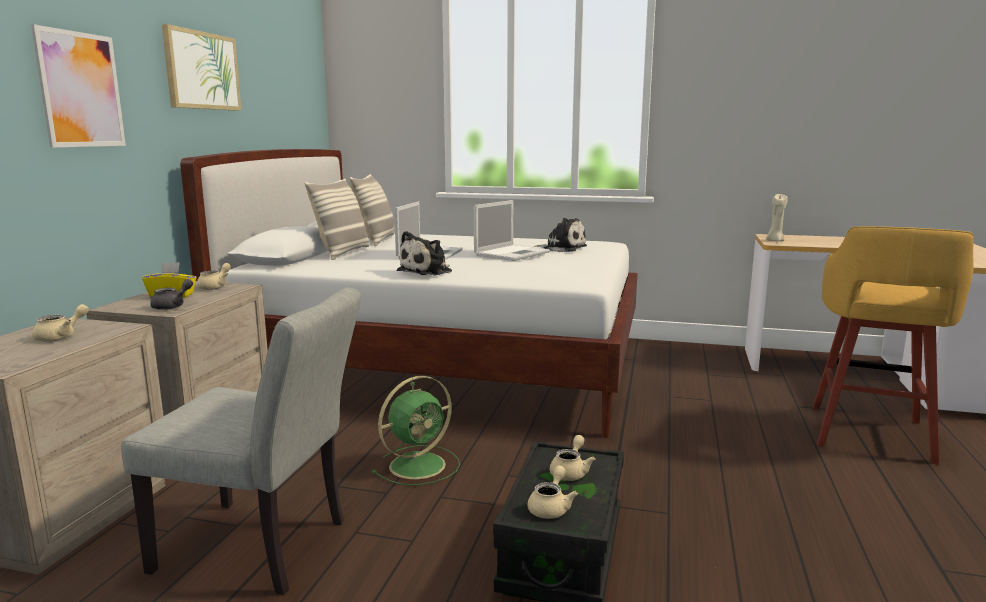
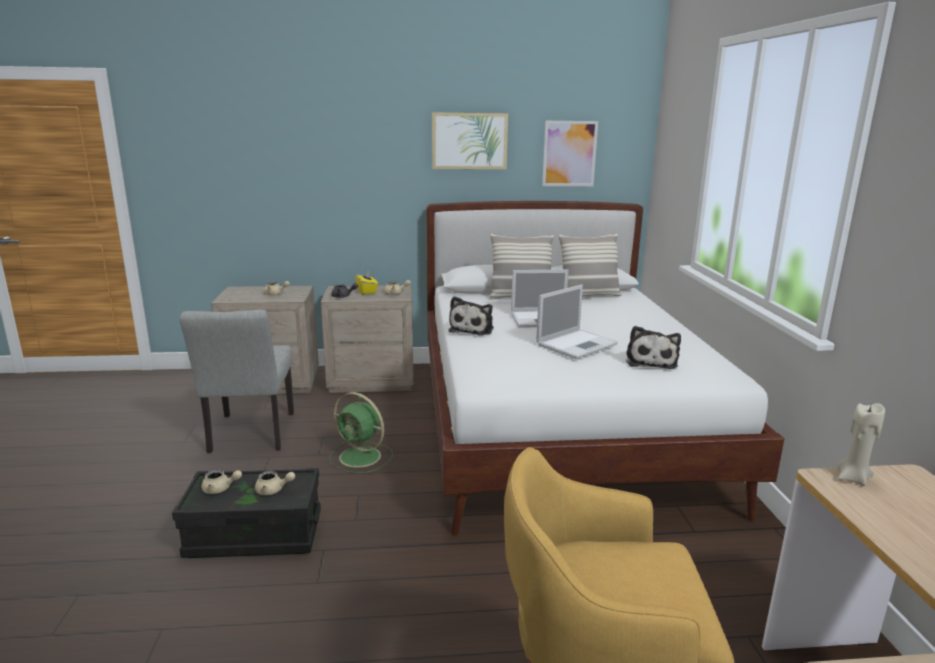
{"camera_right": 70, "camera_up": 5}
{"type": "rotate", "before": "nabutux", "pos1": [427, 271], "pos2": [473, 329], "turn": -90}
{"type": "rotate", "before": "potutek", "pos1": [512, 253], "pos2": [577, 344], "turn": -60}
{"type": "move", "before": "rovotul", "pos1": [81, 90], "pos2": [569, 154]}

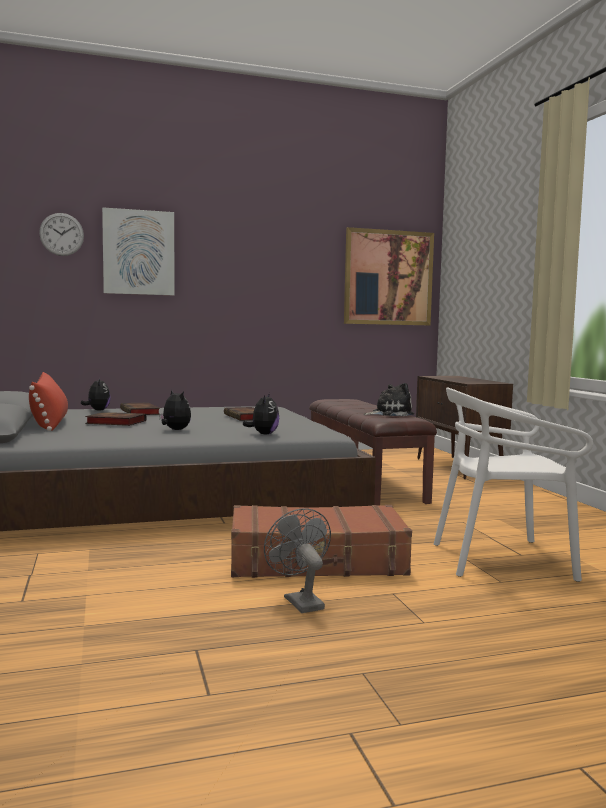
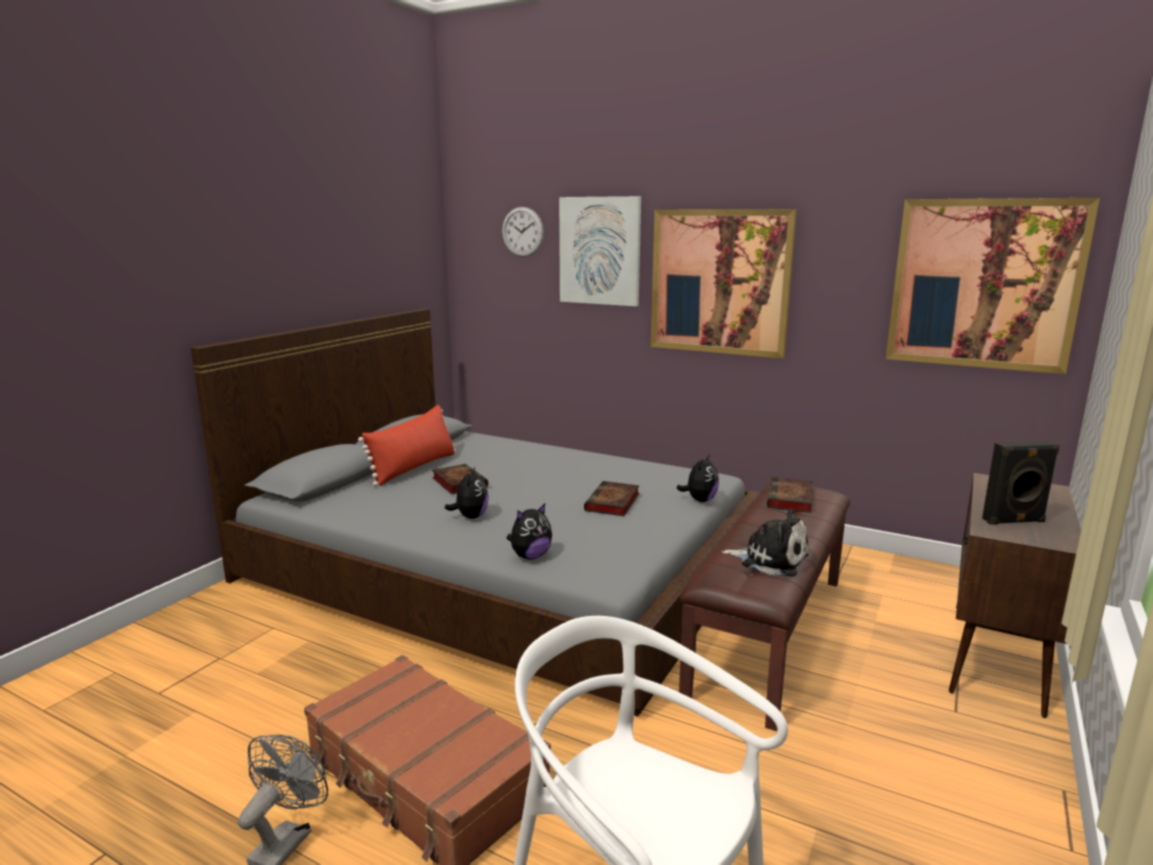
{"camera_right": 45, "camera_up": 10}
{"type": "insert", "after": "rovotul", "pos2": [719, 282]}
{"type": "move", "before": "nabutux", "pos1": [97, 410], "pos2": [700, 500]}
{"type": "move", "before": "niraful", "pos1": [140, 412], "pos2": [790, 499]}
{"type": "insert", "after": "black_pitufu", "pos2": [1014, 521]}

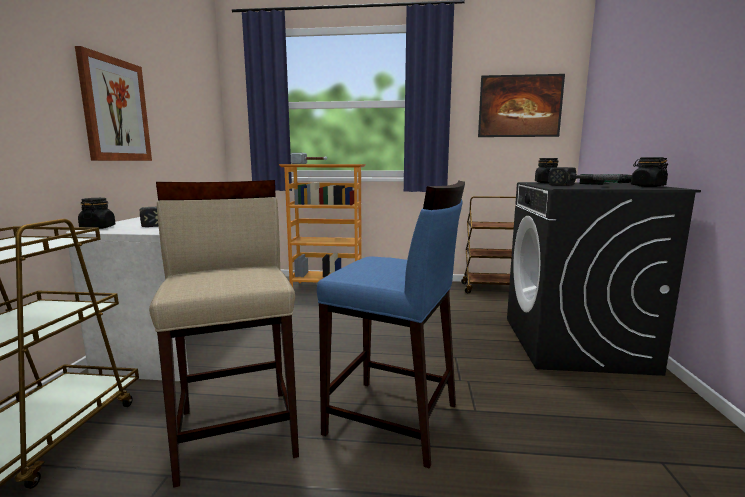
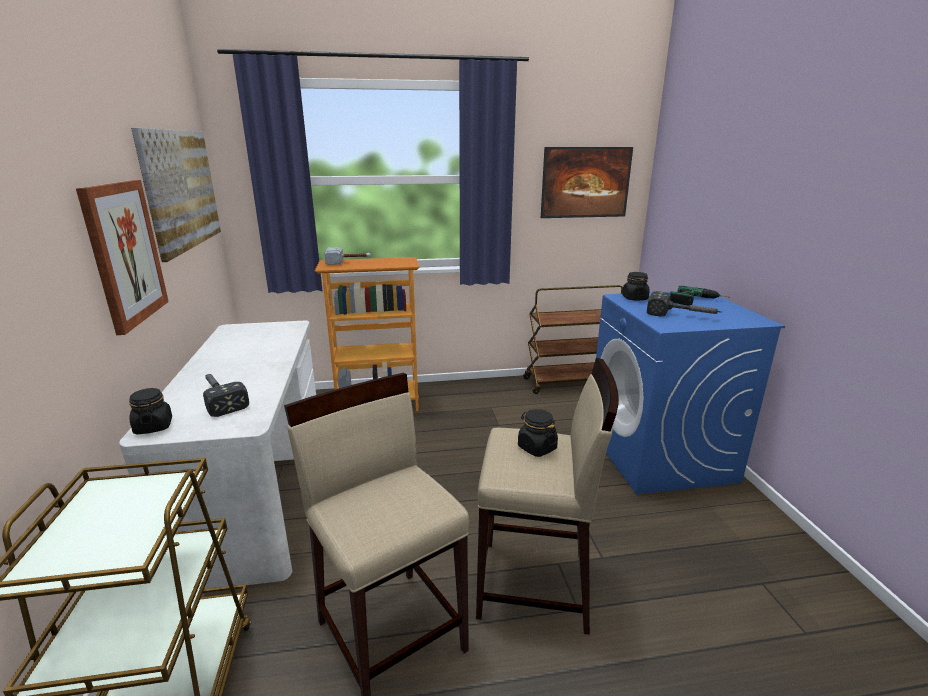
{"camera_right": -15, "camera_up": 10}
{"type": "insert", "after": "rovotul", "pos2": [182, 189]}
{"type": "recolor", "before": "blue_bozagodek", "after": "beige_bozagodek", "pos1": [393, 420], "pos2": [534, 585]}
{"type": "move", "before": "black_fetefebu", "pos1": [647, 186], "pos2": [536, 447]}
{"type": "recolor", "before": "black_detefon", "after": "blue_detefon", "pos1": [575, 344], "pos2": [659, 455]}

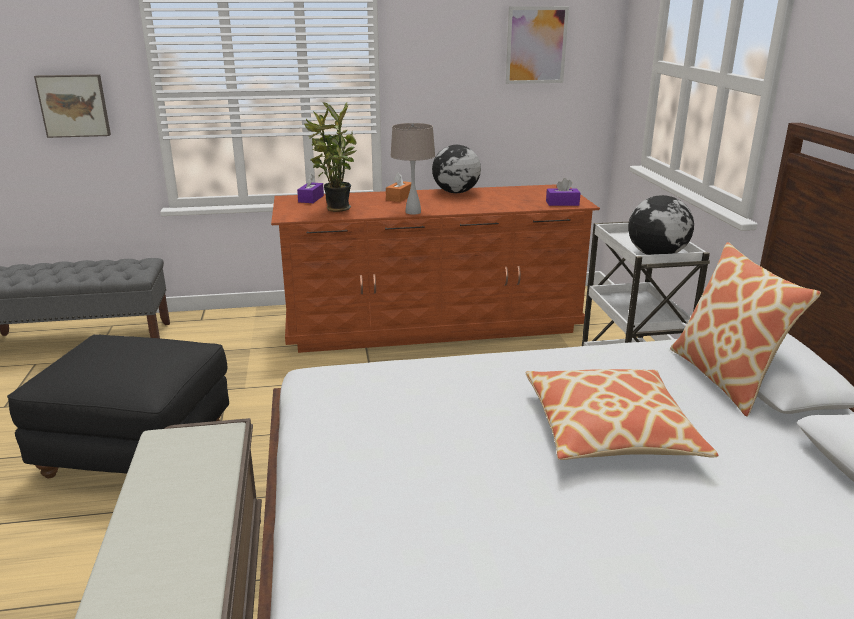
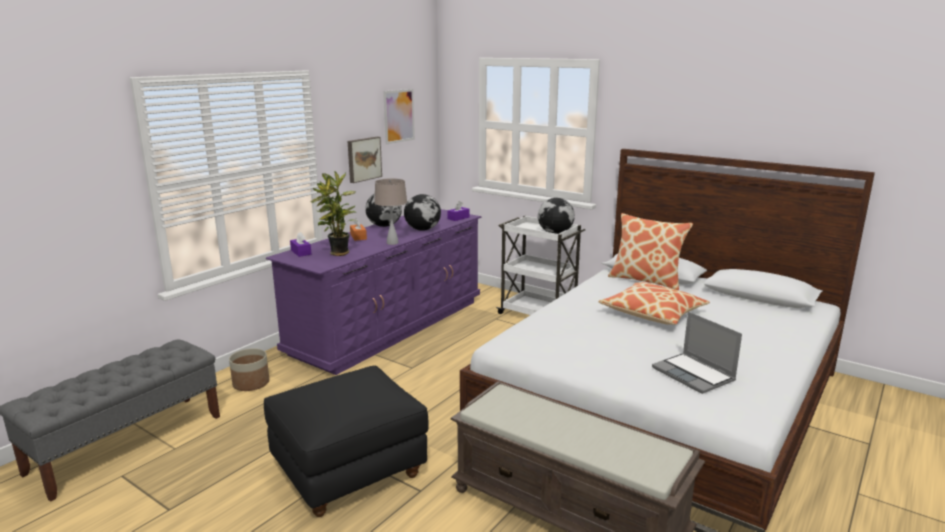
{"camera_right": -45, "camera_up": -5}
{"type": "insert", "after": "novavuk", "pos2": [251, 383]}
{"type": "recolor", "before": "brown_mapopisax", "after": "purple_mapopisax", "pos1": [432, 324], "pos2": [389, 326]}
{"type": "move", "before": "rovotul", "pos1": [74, 105], "pos2": [363, 159]}
{"type": "insert", "after": "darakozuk", "pos2": [423, 229]}
{"type": "insert", "after": "potutek", "pos2": [694, 375]}

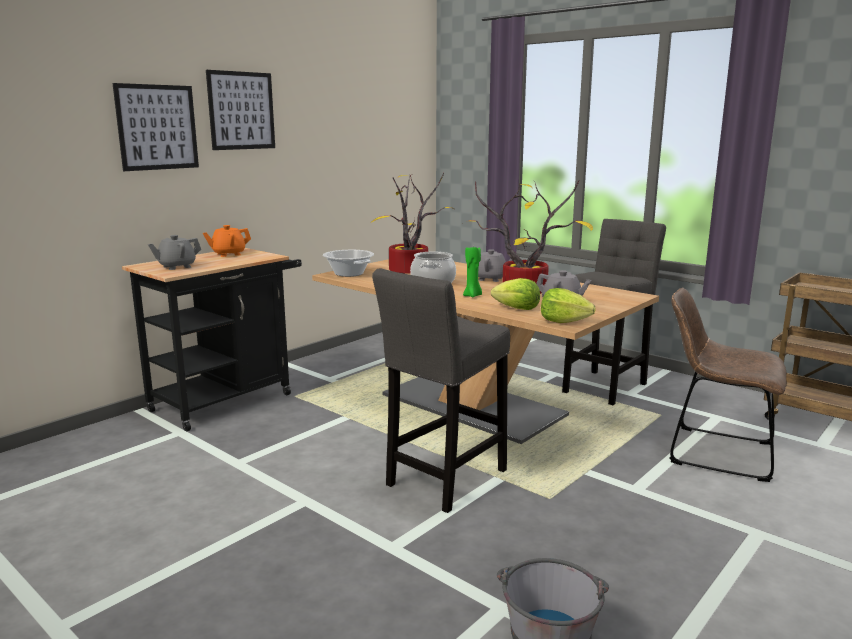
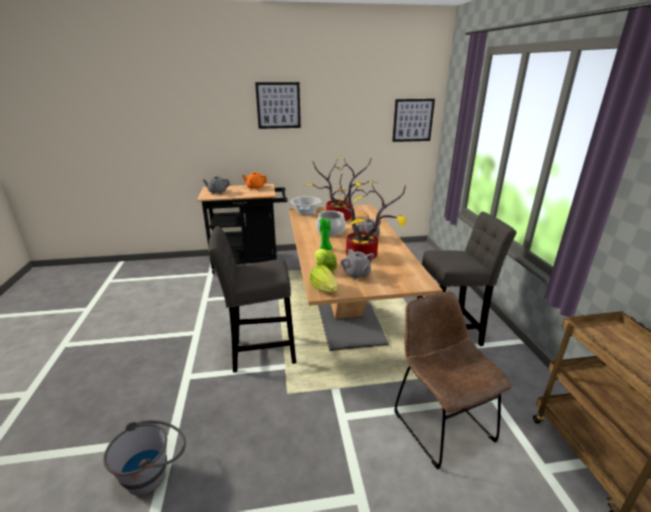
{"camera_right": 40, "camera_up": 10}
{"type": "move", "before": "rovotul", "pos1": [157, 127], "pos2": [413, 120]}

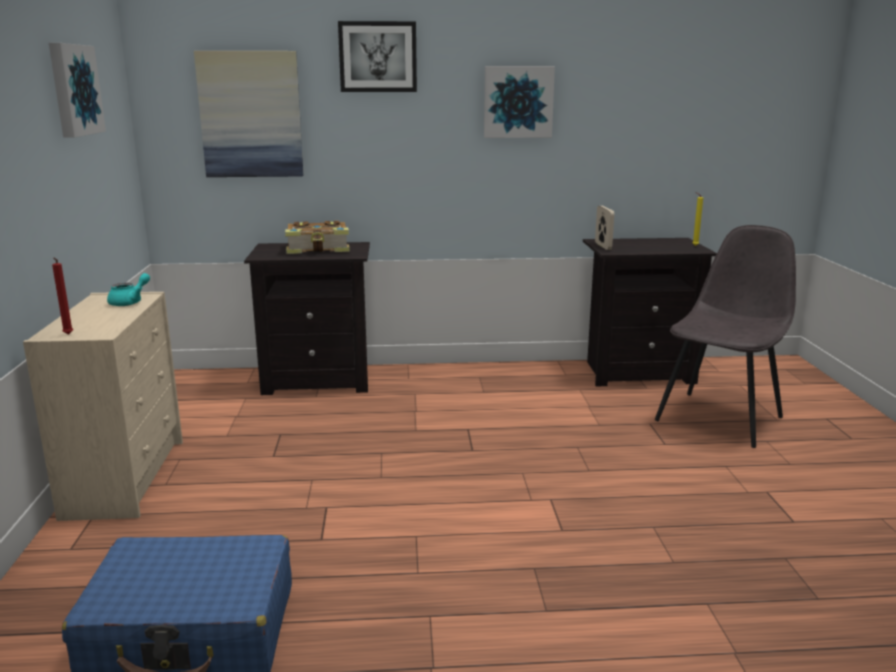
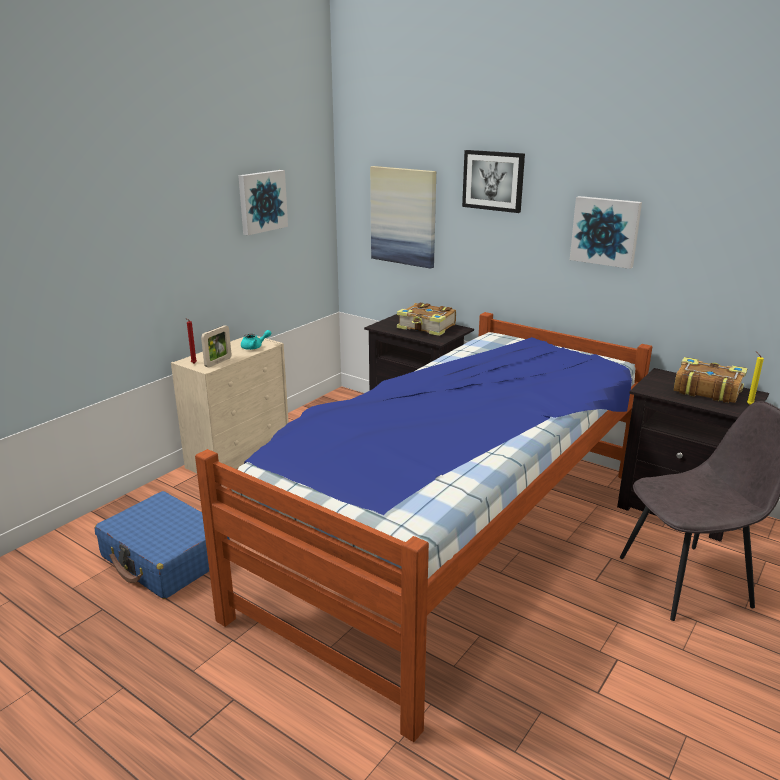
{"camera_right": 40, "camera_up": 5}
{"type": "insert", "after": "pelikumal", "pos2": [453, 537]}
{"type": "move", "before": "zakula", "pos1": [603, 246], "pos2": [218, 362]}
{"type": "insert", "after": "niraful", "pos2": [706, 390]}

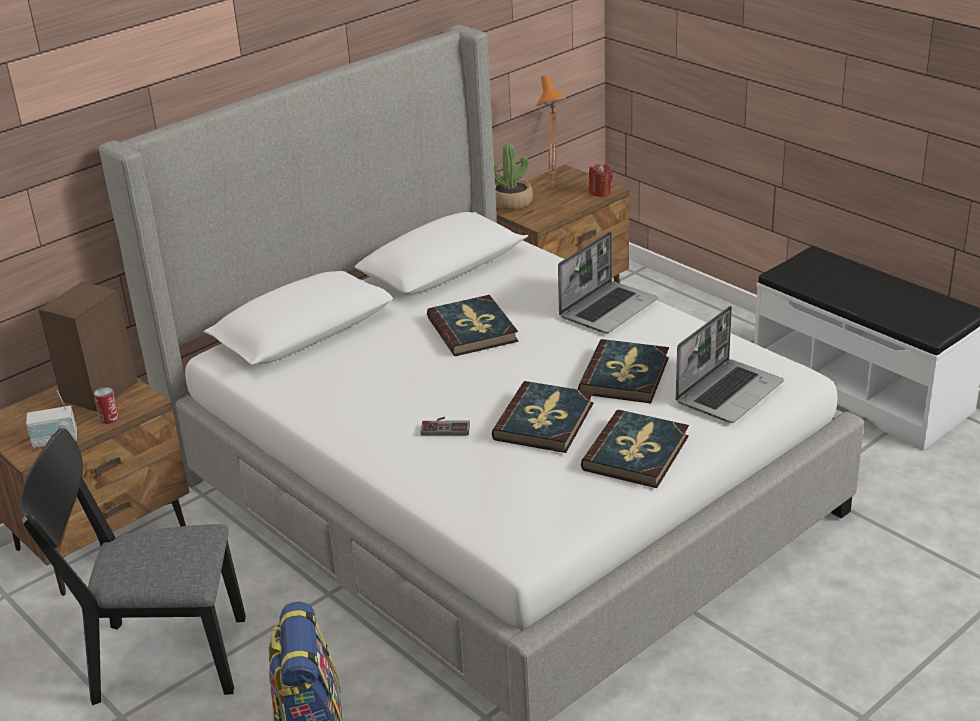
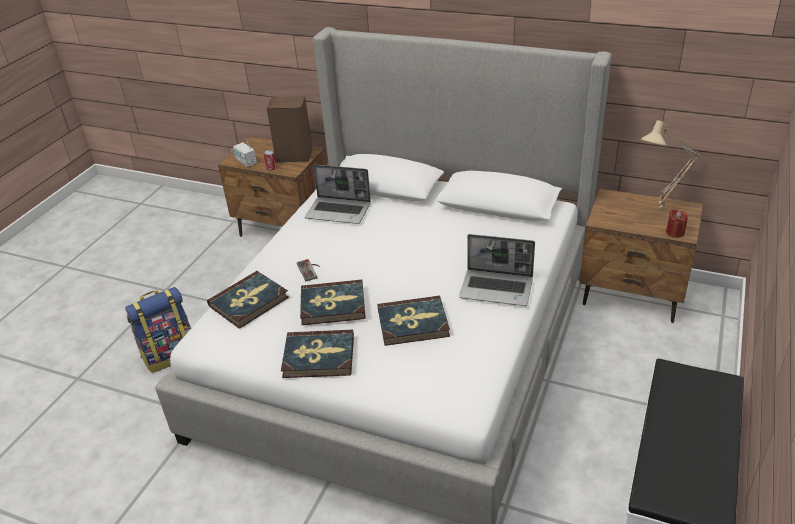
{"camera_right": 65, "camera_up": 5}
{"type": "move", "before": "niraful", "pos1": [473, 329], "pos2": [249, 302]}
{"type": "move", "before": "potutek", "pos1": [729, 392], "pos2": [339, 211]}
{"type": "recolor", "before": "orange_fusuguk", "after": "beige_fusuguk", "pos1": [555, 186], "pos2": [661, 211]}
{"type": "delete", "before": "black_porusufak", "pos1": [156, 659]}
{"type": "delete", "before": "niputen", "pos1": [511, 202]}

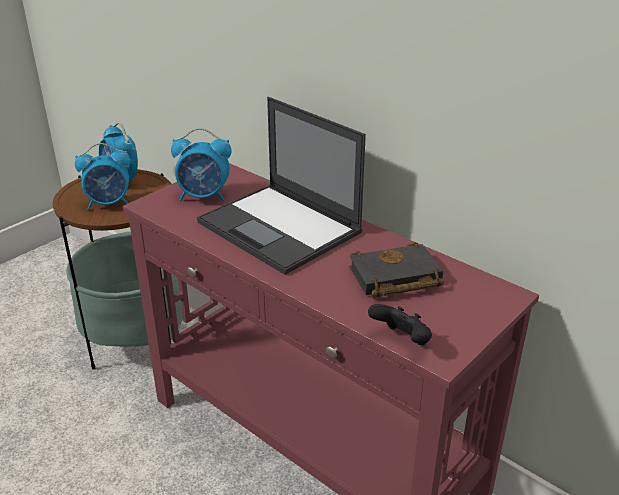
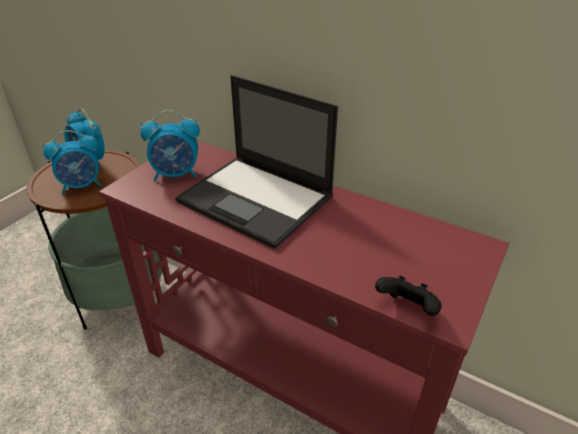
{"camera_right": -10, "camera_up": 5}
{"type": "delete", "before": "black_niraful", "pos1": [394, 278]}

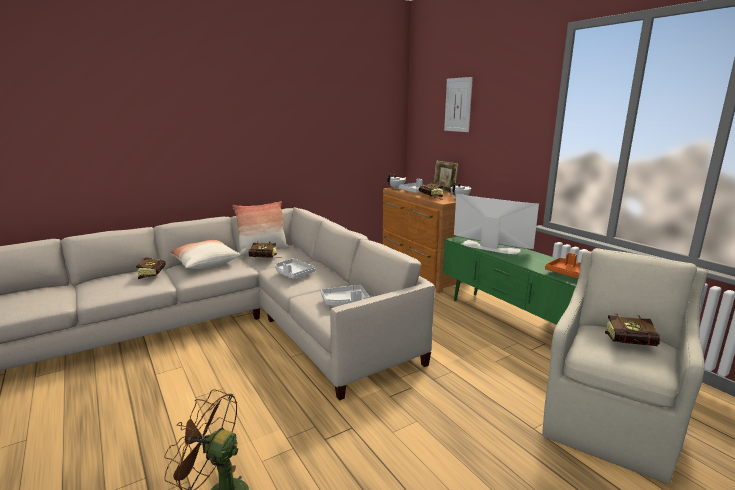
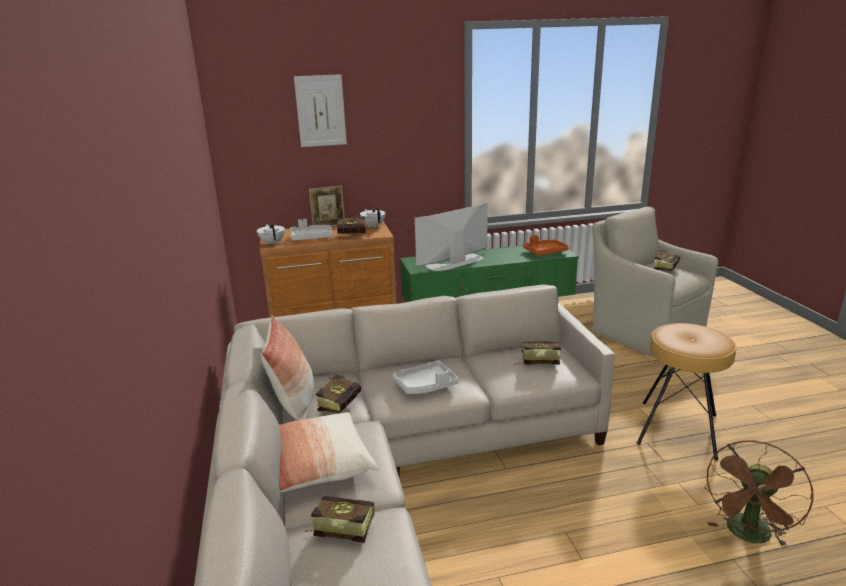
{"camera_right": -70, "camera_up": 5}
{"type": "replace", "before": "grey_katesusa", "after": "niraful", "pos1": [345, 302], "pos2": [535, 361]}
{"type": "insert", "after": "brown_bozagodek", "pos2": [678, 429]}

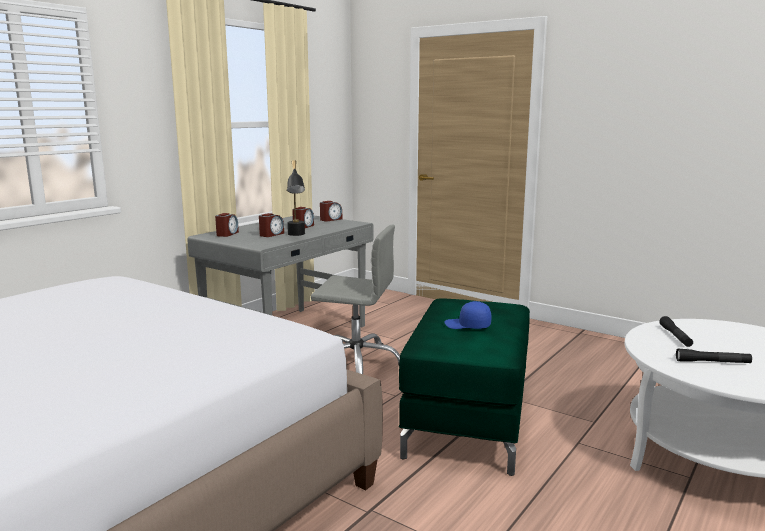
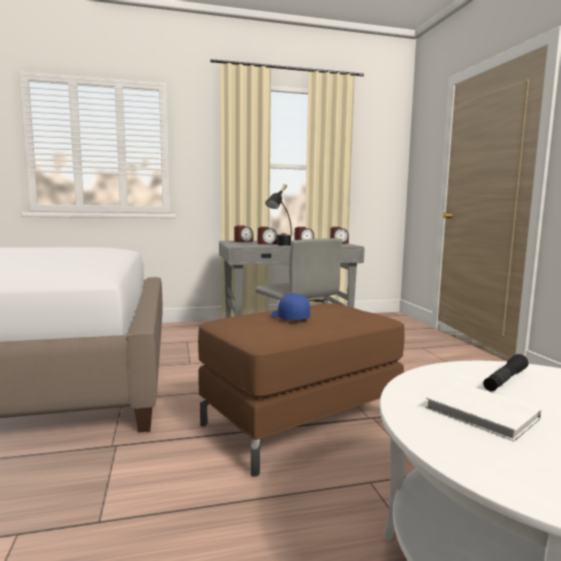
{"camera_right": 40, "camera_up": -5}
{"type": "recolor", "before": "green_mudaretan", "after": "brown_mudaretan", "pos1": [467, 420], "pos2": [302, 421]}
{"type": "replace", "before": "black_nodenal", "after": "white_niraful", "pos1": [712, 362], "pos2": [483, 414]}

